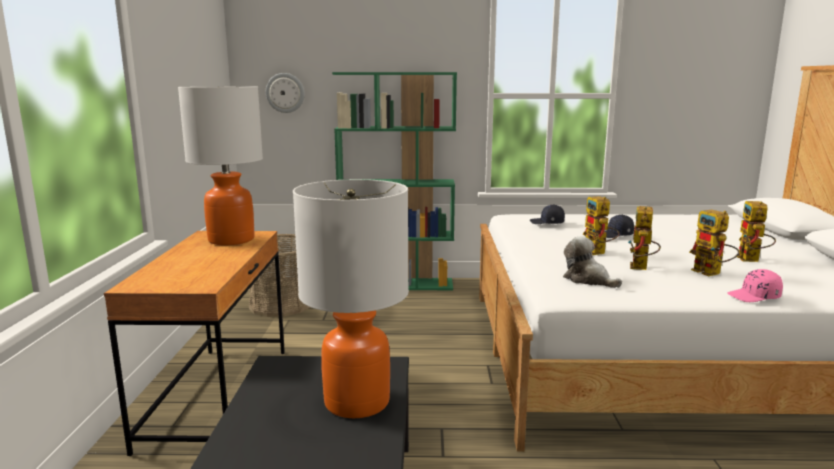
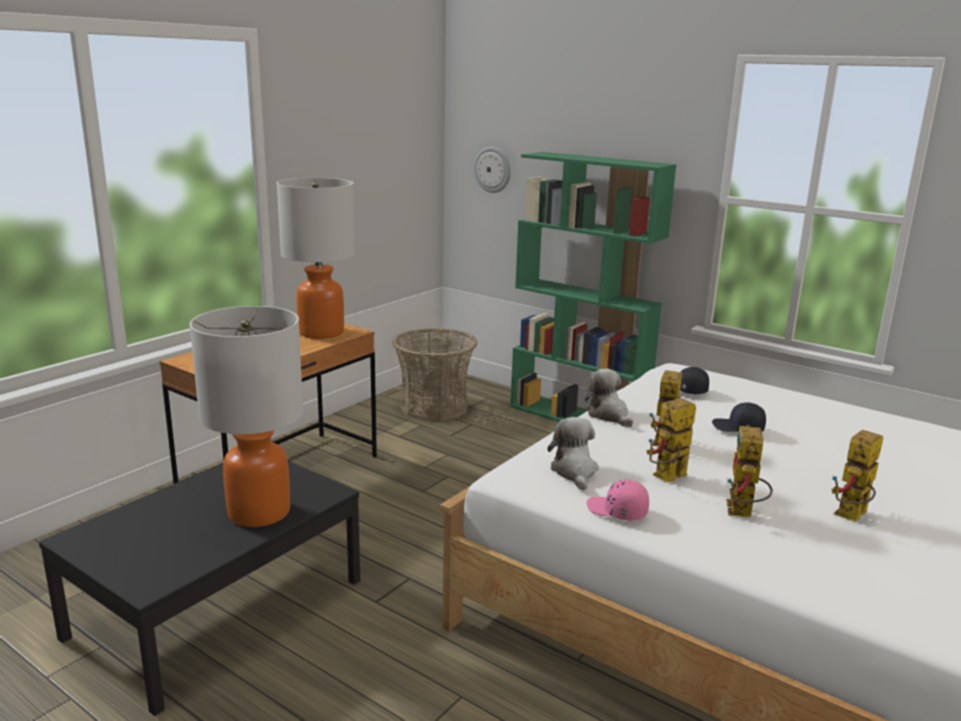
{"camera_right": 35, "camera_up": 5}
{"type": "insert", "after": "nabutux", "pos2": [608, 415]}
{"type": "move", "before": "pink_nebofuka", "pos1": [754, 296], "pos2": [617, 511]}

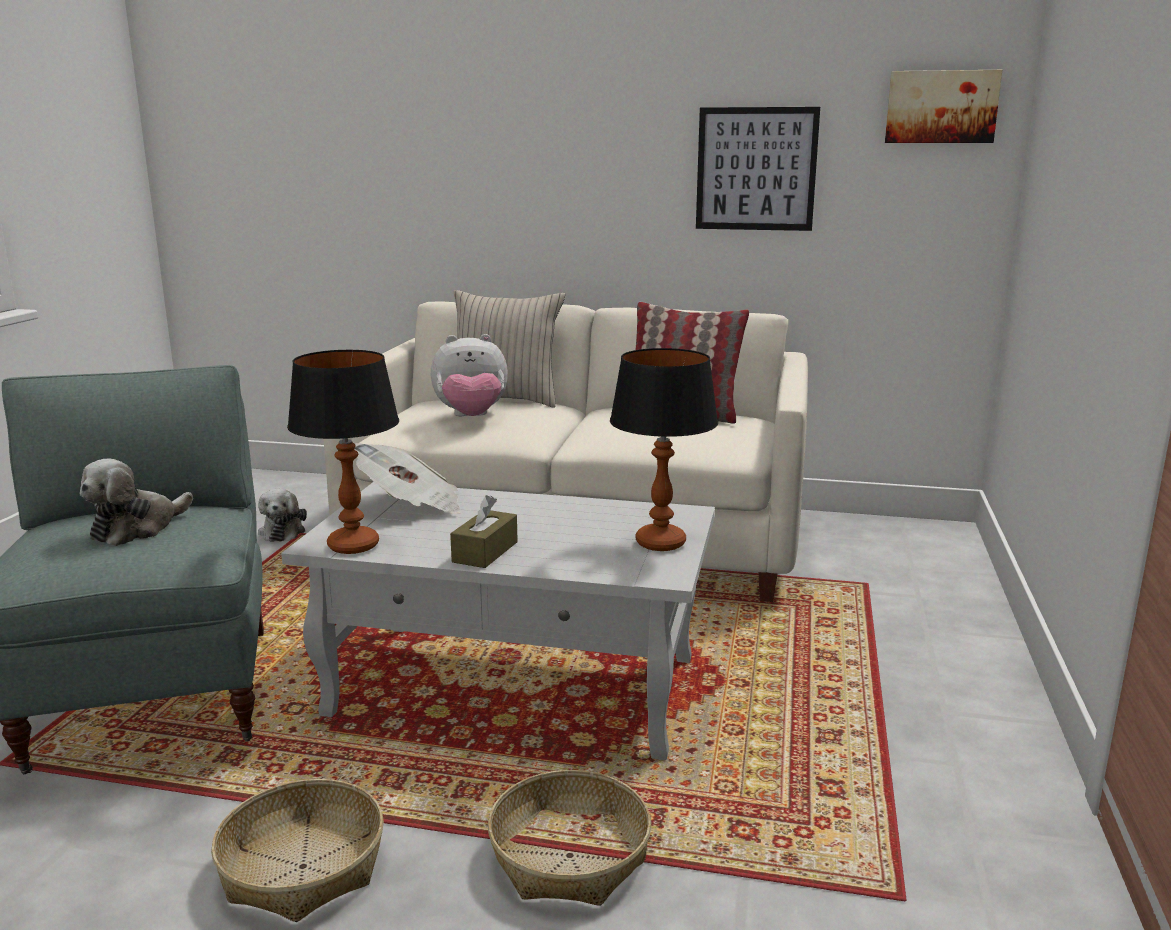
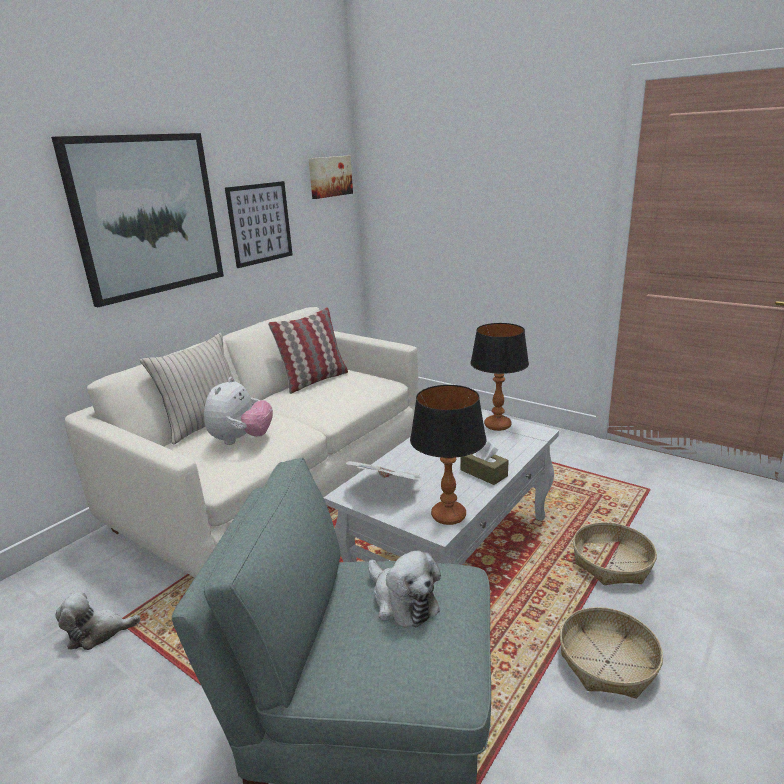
{"camera_right": -65, "camera_up": 5}
{"type": "insert", "after": "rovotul", "pos2": [147, 216]}
{"type": "rotate", "before": "nabutux", "pos1": [283, 531], "pos2": [98, 633], "turn": 150}

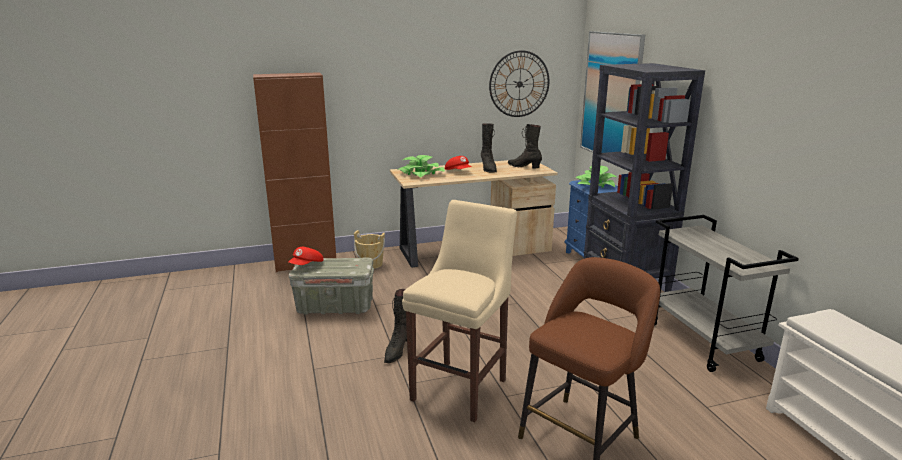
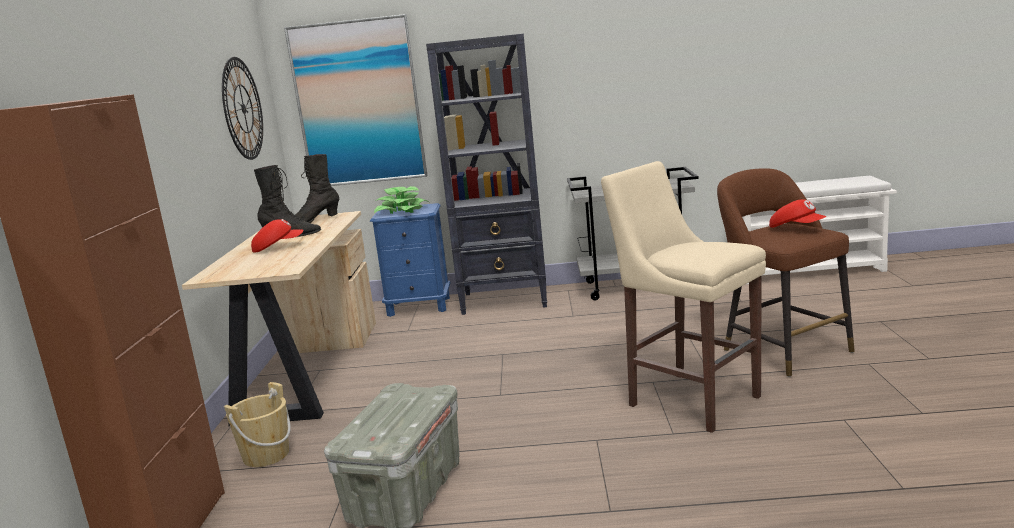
{"camera_right": -70, "camera_up": -5}
{"type": "move", "before": "red_nebofuka", "pos1": [307, 265], "pos2": [797, 228]}
{"type": "delete", "before": "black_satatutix", "pos1": [397, 350]}
{"type": "delete", "before": "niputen", "pos1": [421, 174]}

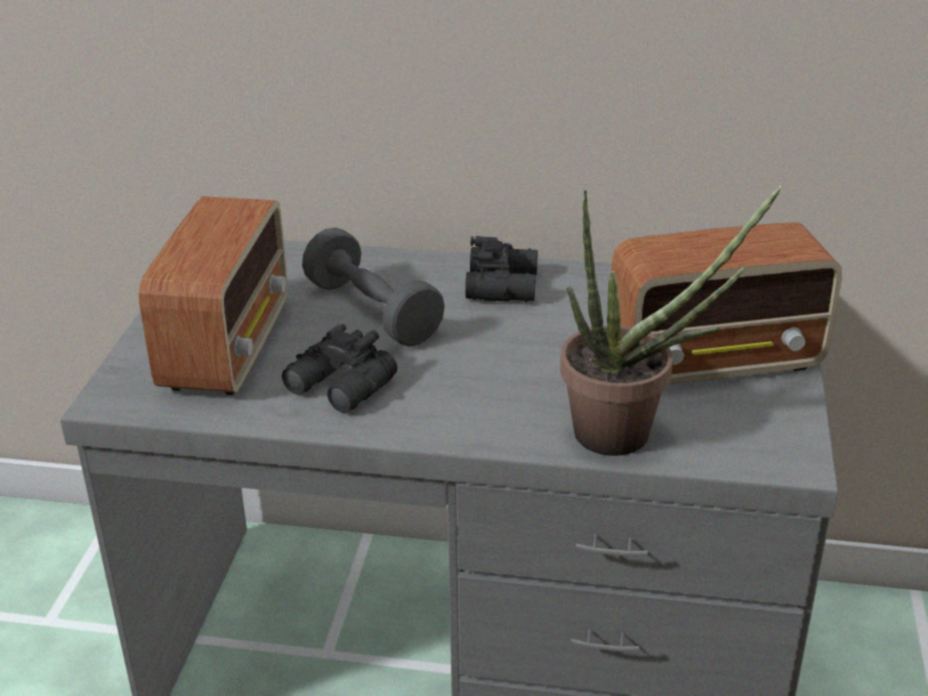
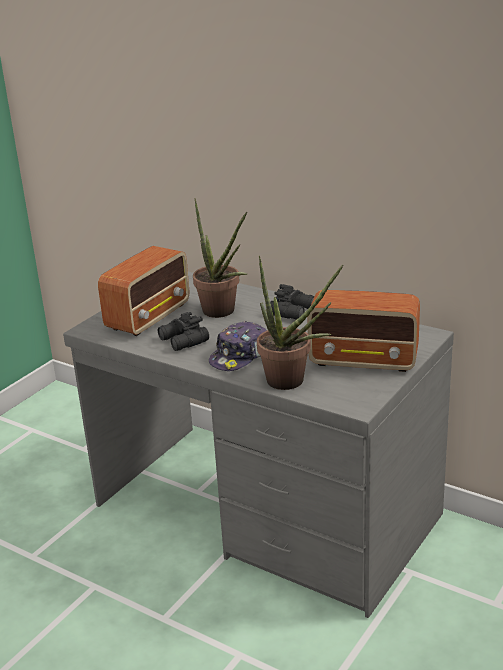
{"camera_right": 25, "camera_up": -5}
{"type": "replace", "before": "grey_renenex", "after": "niputen", "pos1": [372, 312], "pos2": [223, 313]}
{"type": "insert", "after": "nebofuka", "pos2": [240, 356]}

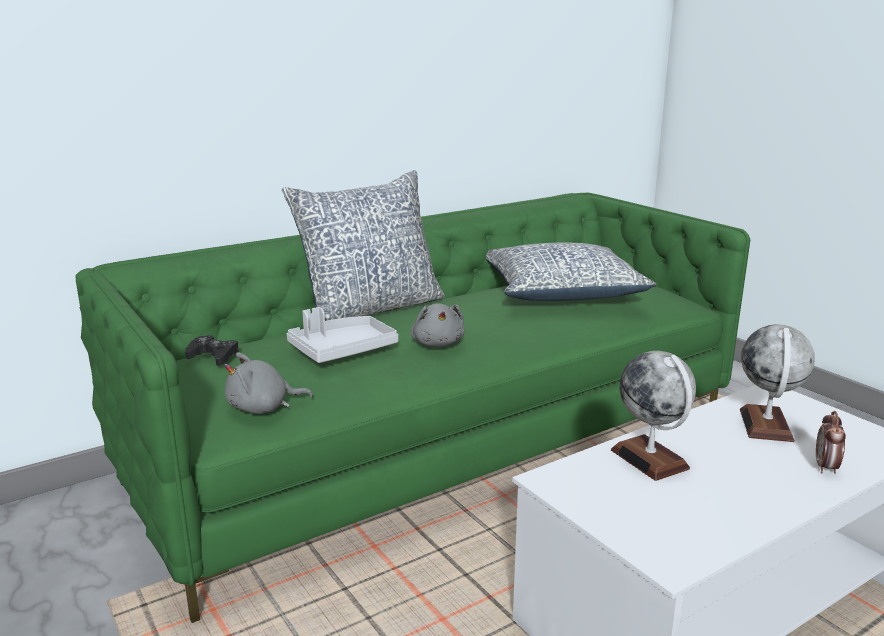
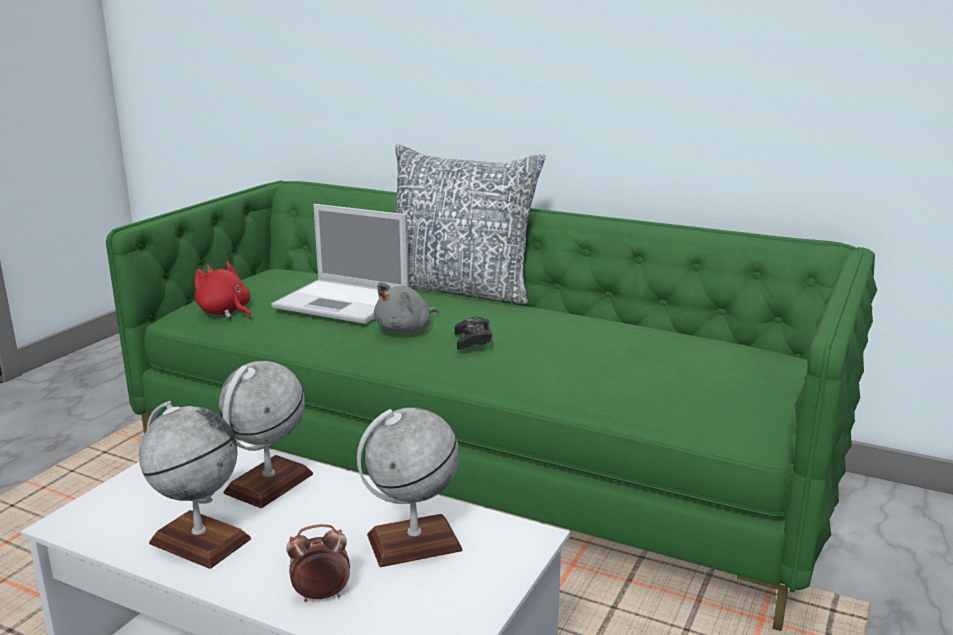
{"camera_right": 60, "camera_up": 0}
{"type": "insert", "after": "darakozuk", "pos2": [199, 541]}
{"type": "recolor", "before": "grey_nabutux", "after": "red_nabutux", "pos1": [263, 408], "pos2": [225, 312]}
{"type": "replace", "before": "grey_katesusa", "after": "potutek", "pos1": [342, 350], "pos2": [344, 302]}
{"type": "move", "before": "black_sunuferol", "pos1": [213, 356], "pos2": [473, 340]}
{"type": "delete", "before": "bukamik", "pos1": [561, 292]}

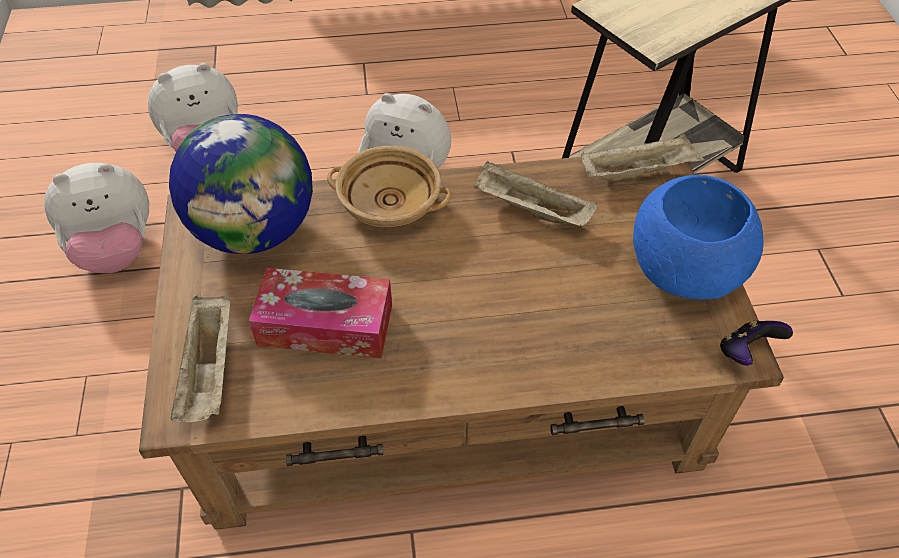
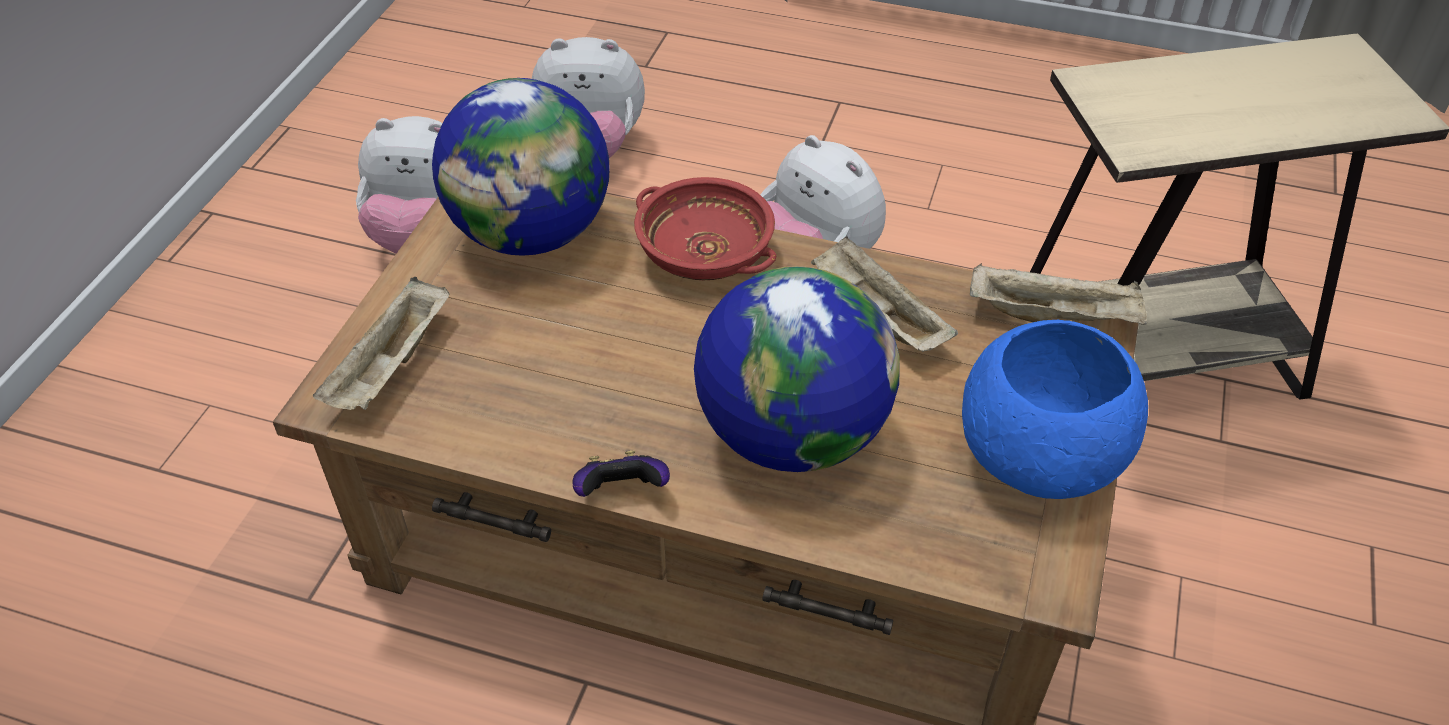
{"camera_right": 25, "camera_up": -5}
{"type": "move", "before": "sunuferol", "pos1": [746, 352], "pos2": [622, 492]}
{"type": "recolor", "before": "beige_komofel", "after": "red_komofel", "pos1": [389, 205], "pos2": [703, 255]}
{"type": "insert", "after": "darakozuk", "pos2": [792, 434]}
{"type": "delete", "before": "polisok", "pos1": [325, 325]}

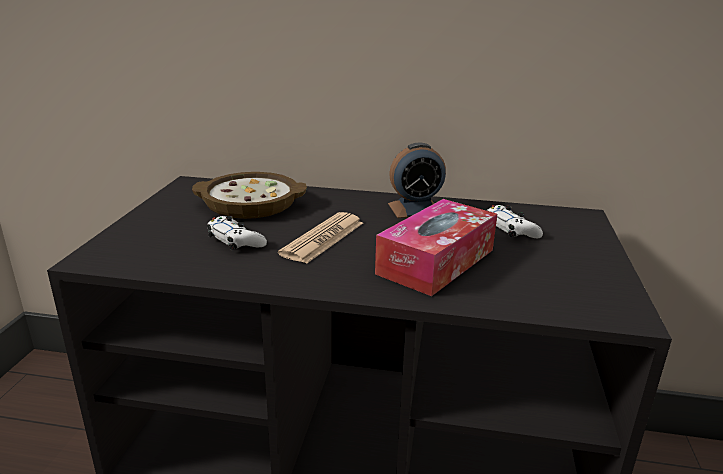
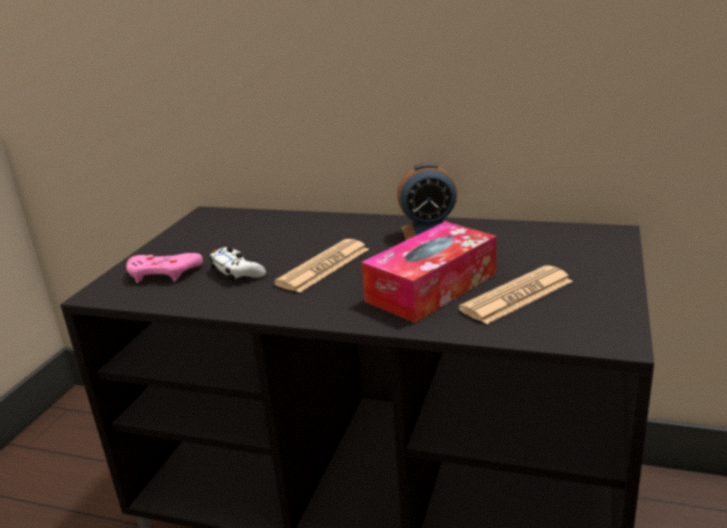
{"camera_right": 10, "camera_up": 0}
{"type": "insert", "after": "pink_sunuferol", "pos2": [163, 273]}
{"type": "insert", "after": "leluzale", "pos2": [517, 296]}
{"type": "delete", "before": "komofel", "pos1": [251, 204]}
{"type": "delete", "before": "white_sunuferol", "pos1": [511, 229]}

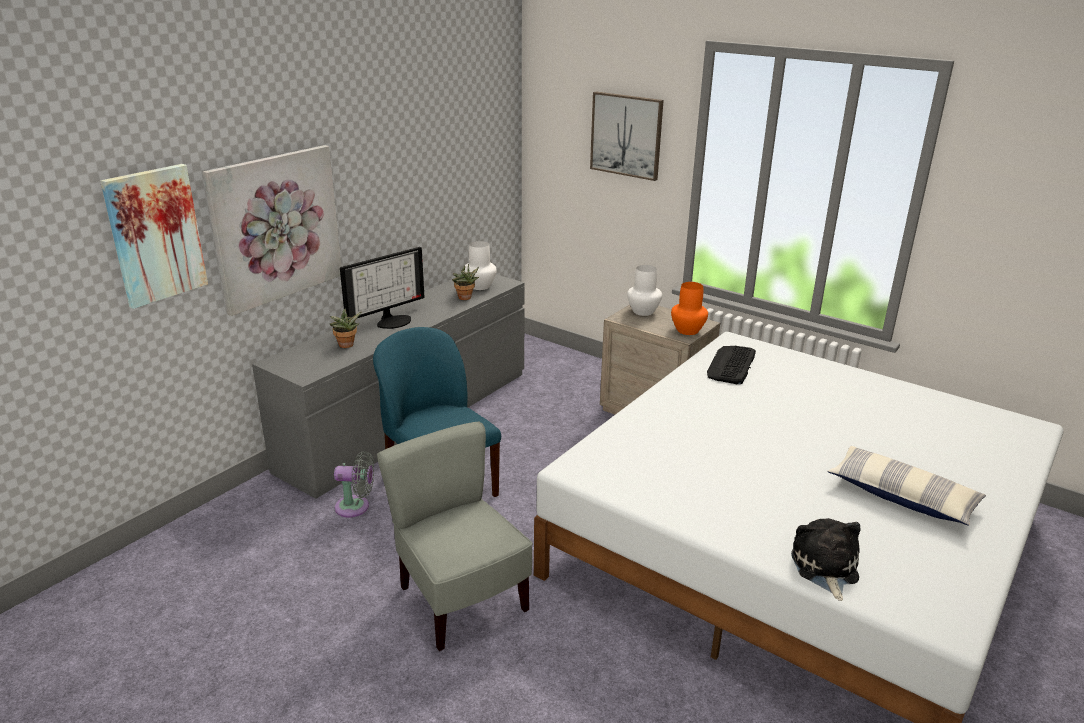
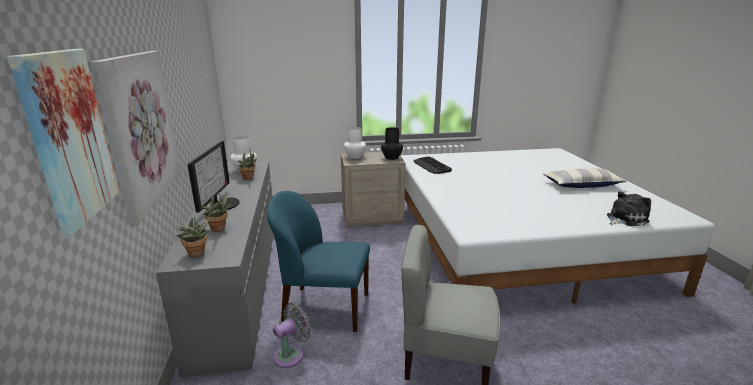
{"camera_right": -45, "camera_up": -5}
{"type": "insert", "after": "niputen", "pos2": [197, 254]}
{"type": "recolor", "before": "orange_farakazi", "after": "black_farakazi", "pos1": [687, 330], "pos2": [391, 157]}
{"type": "rotate", "before": "nabutux", "pos1": [825, 568], "pos2": [624, 219], "turn": 105}
{"type": "delete", "before": "rovotul", "pos1": [626, 135]}

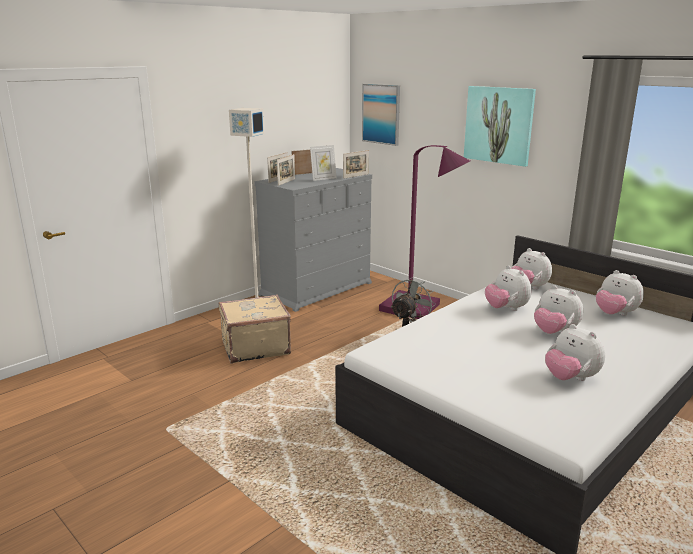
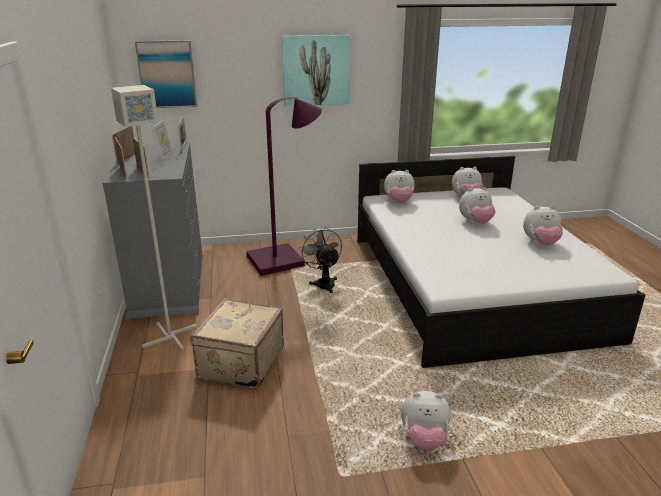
{"camera_right": -55, "camera_up": 5}
{"type": "move", "before": "nabutux", "pos1": [506, 309], "pos2": [424, 439]}

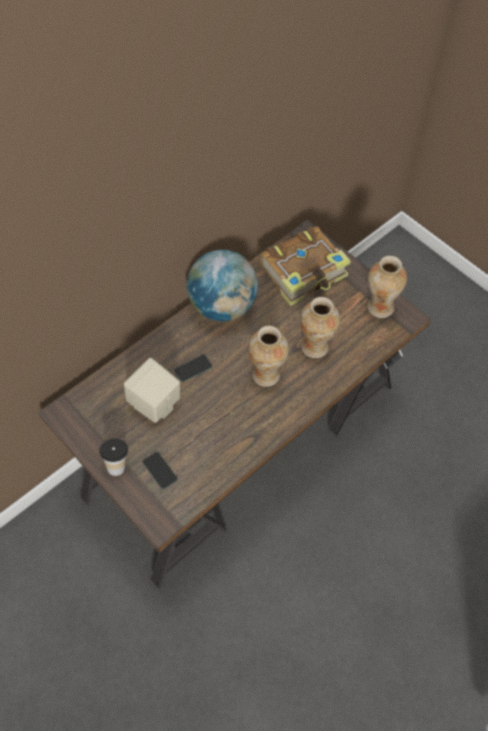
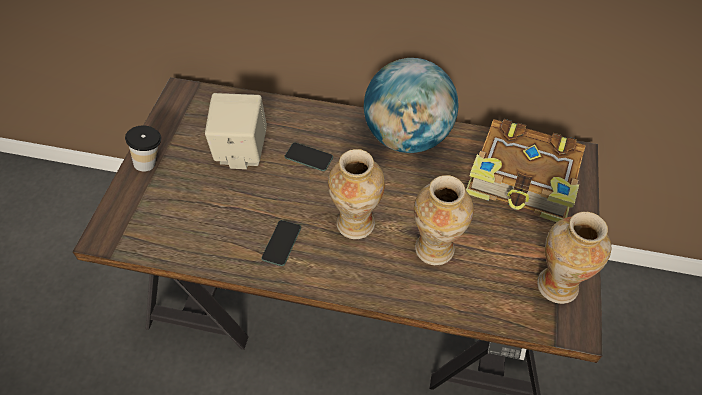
{"camera_right": 55, "camera_up": -5}
{"type": "move", "before": "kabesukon", "pos1": [160, 471], "pos2": [281, 243]}

